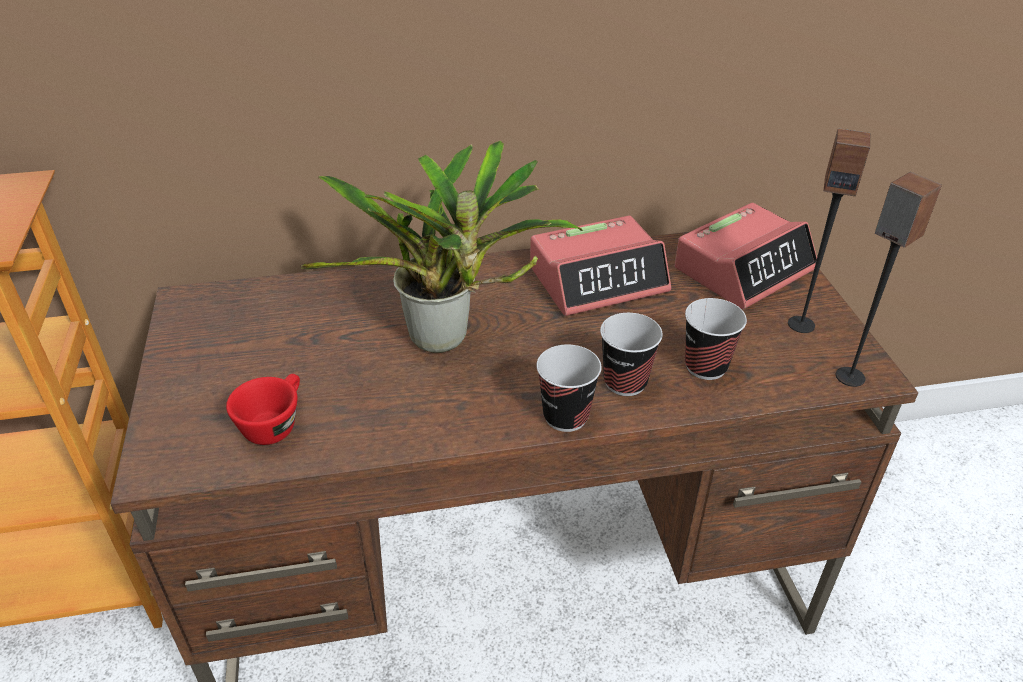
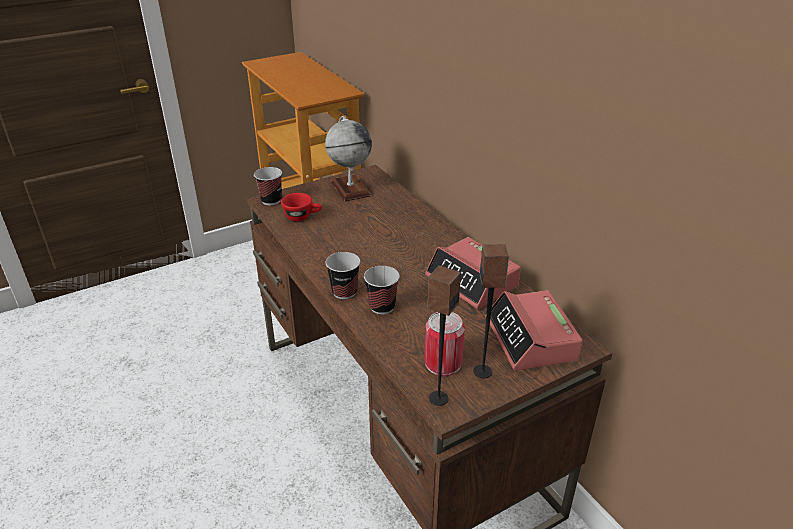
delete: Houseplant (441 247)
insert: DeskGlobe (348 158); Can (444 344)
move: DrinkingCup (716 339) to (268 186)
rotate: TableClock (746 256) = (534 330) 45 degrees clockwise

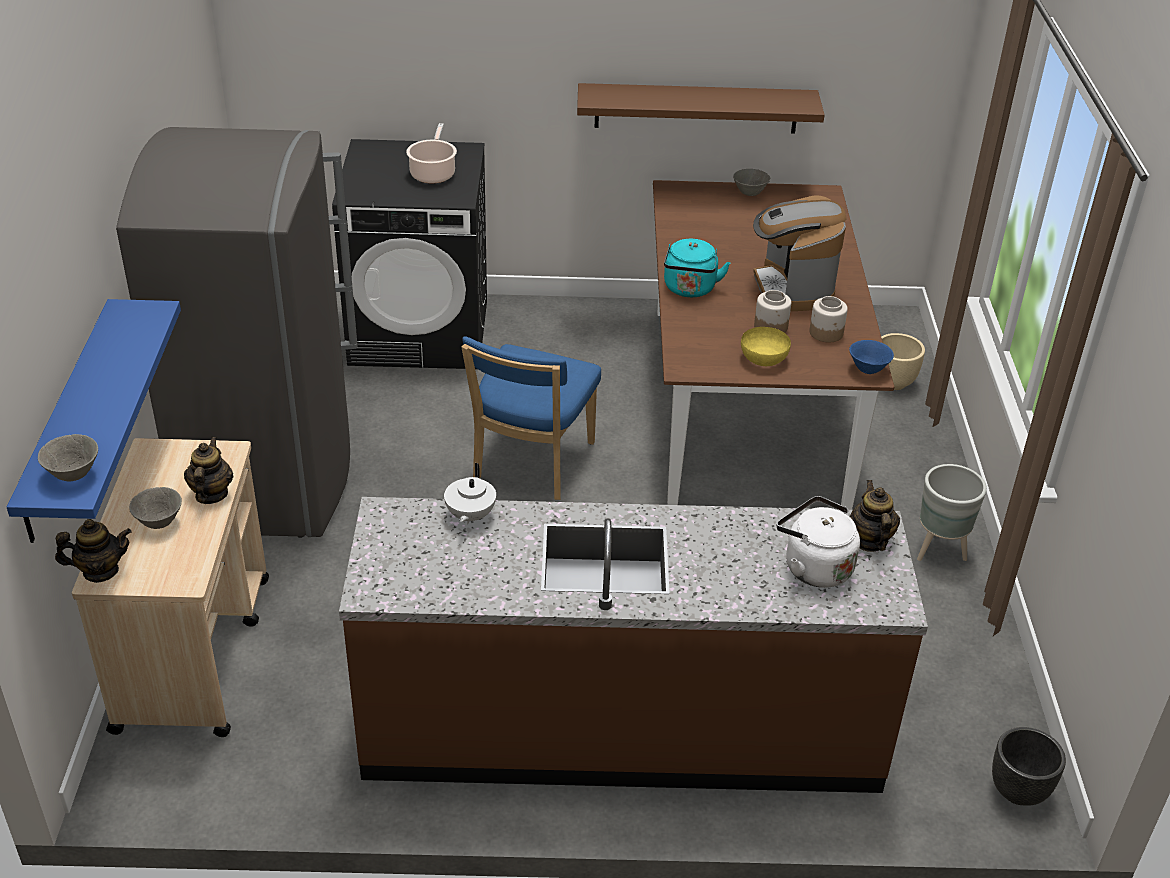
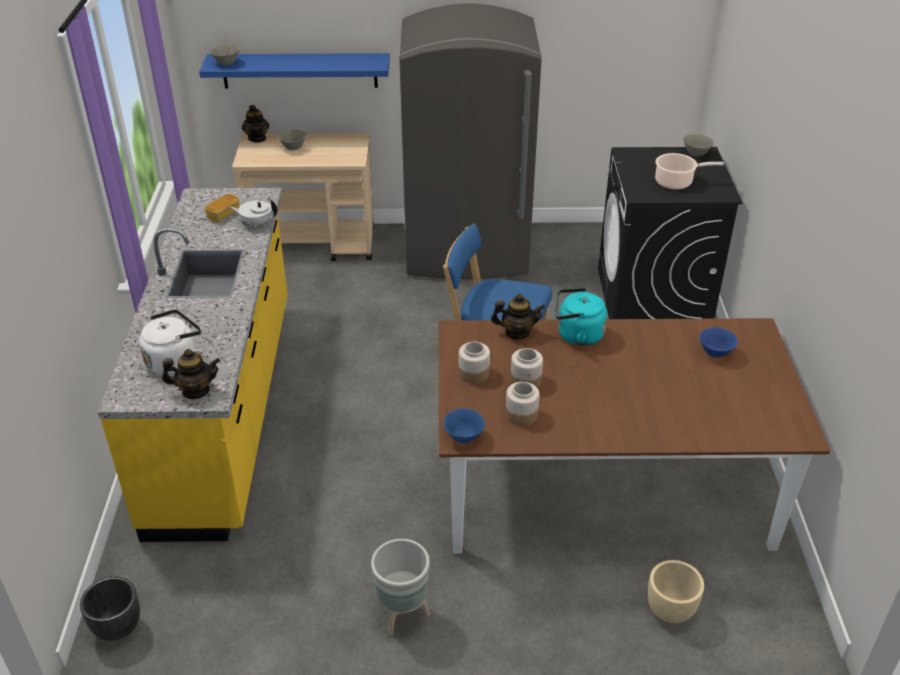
delete: BrownishShelf (700 108); CoffeeMaker (800 253)
insert: BakedBread (222 208); BlueColouredServingBowl (718 342)
move: TeaPot (209 470) to (518 317); GrayServingBowl (751 182) to (698 145)
replace: YellowColouredServingBowl (766 346) to Jar (474 362)
recolor: BrownishKitchenCounter (633 645) to YellowColouredKitchenCounter (193 365)

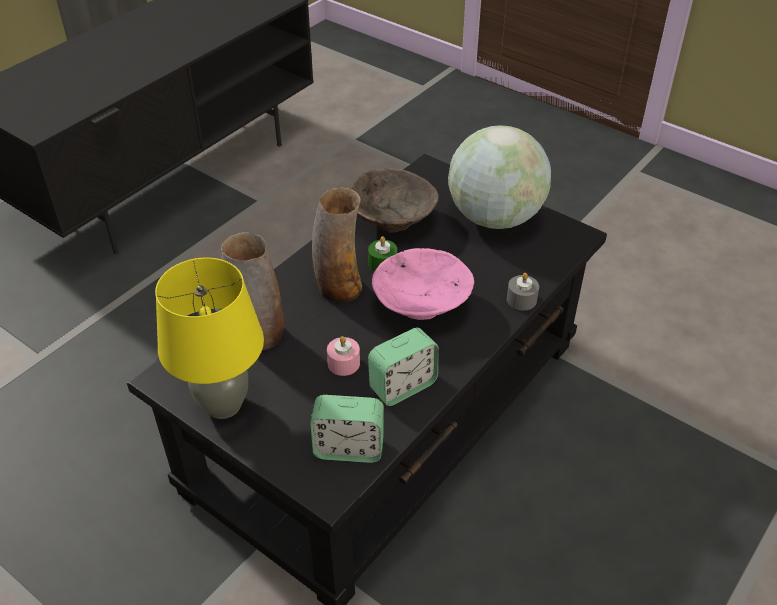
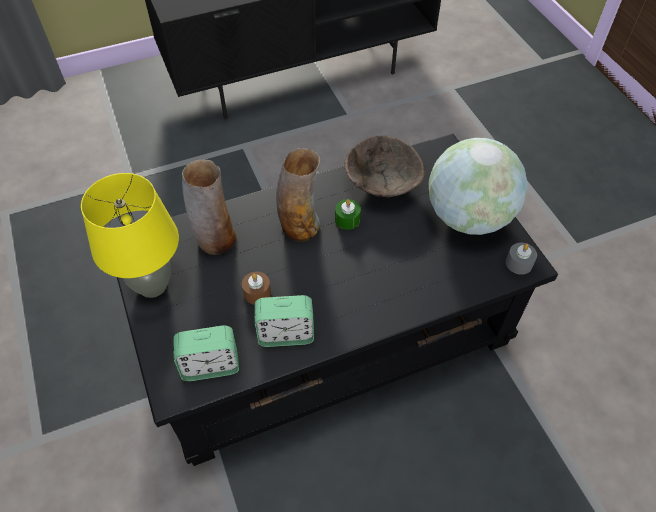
delete: PinkServingBowl (423 284)
move: GrayCandle (523 292) to (521 259)
recolor: PinkCandle (343 356) to BrownishCandle (256 288)
rotate: TableClock (347 429) = (206 353) 45 degrees counterclockwise

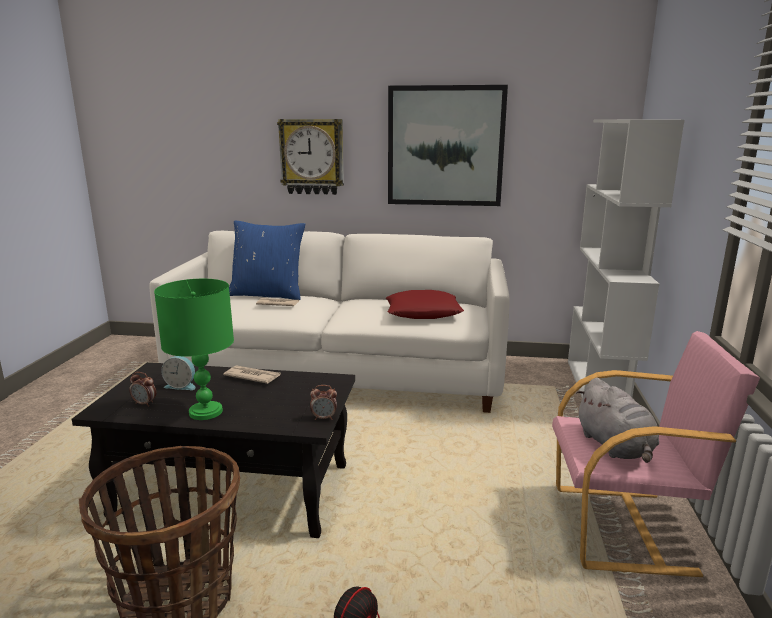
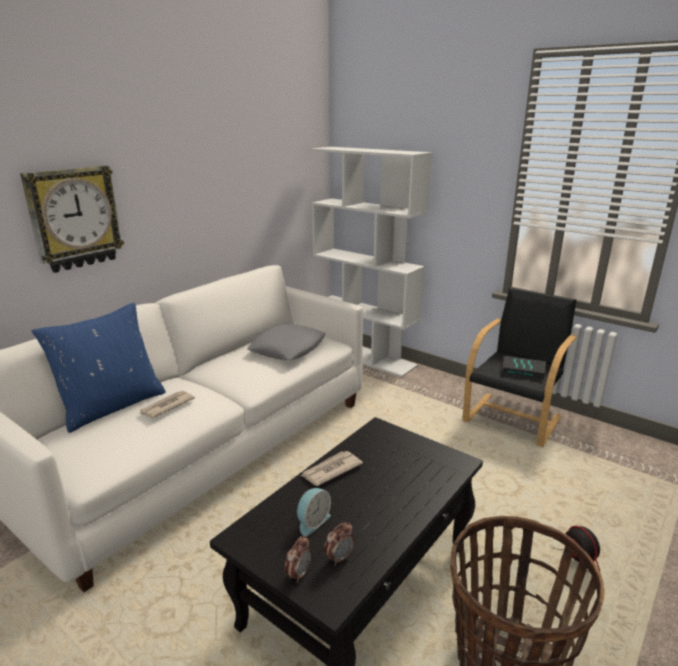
delete: GreenColouredTabletopLamp (194 349); WallPicture (448 145)
move: TableClock (323 402) to (298 559)
replace: GrayCuddlyToy (617 420) to Volume (524 368)
recolor: ReddishCushion (425 304) to GrayCushion (287 342); PinkLoungeChair (656 454) to BlackishLoungeChair (519 367)

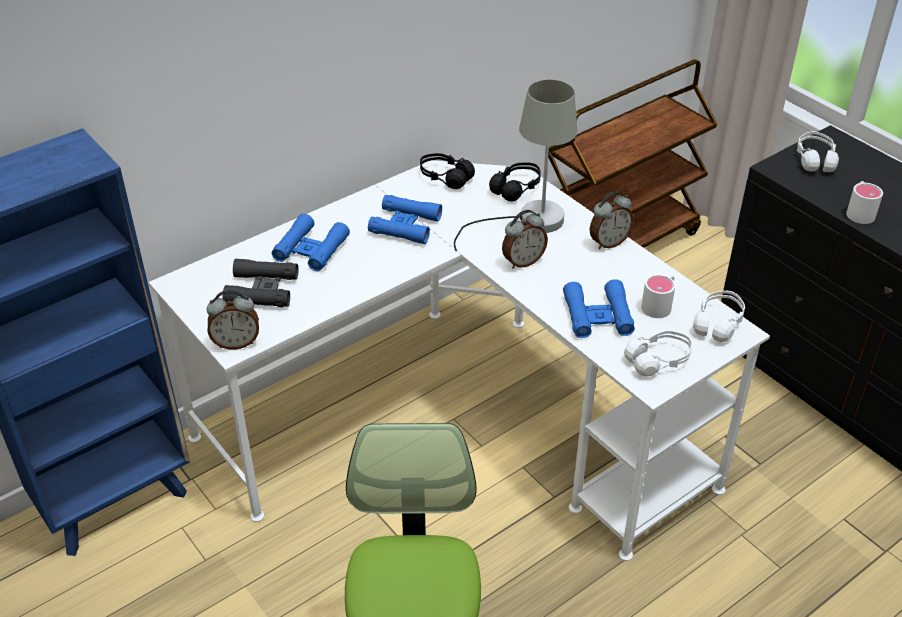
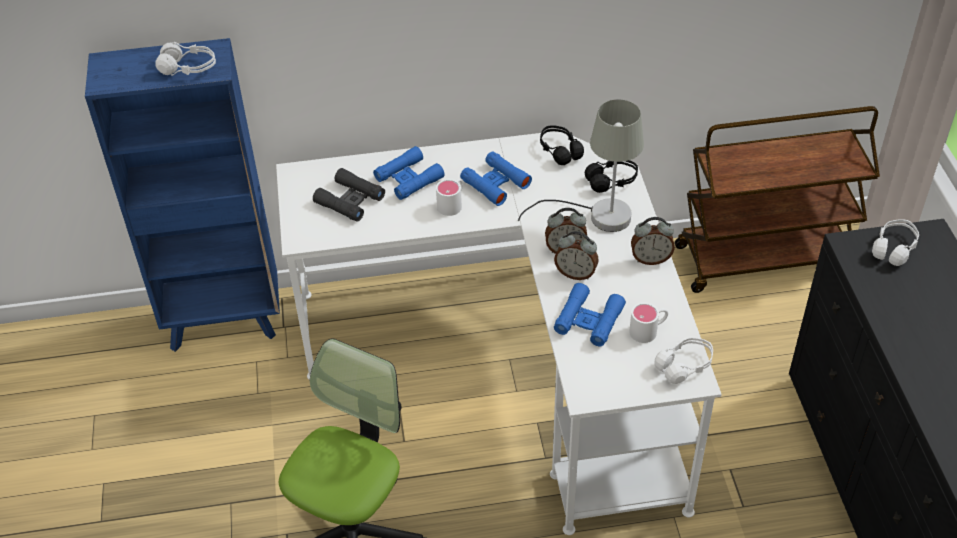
move: WhitishHeadphones (658 353) to (186 59); WhitishTeaMug (864 202) to (449 197); TableClock (233 319) to (576 255)

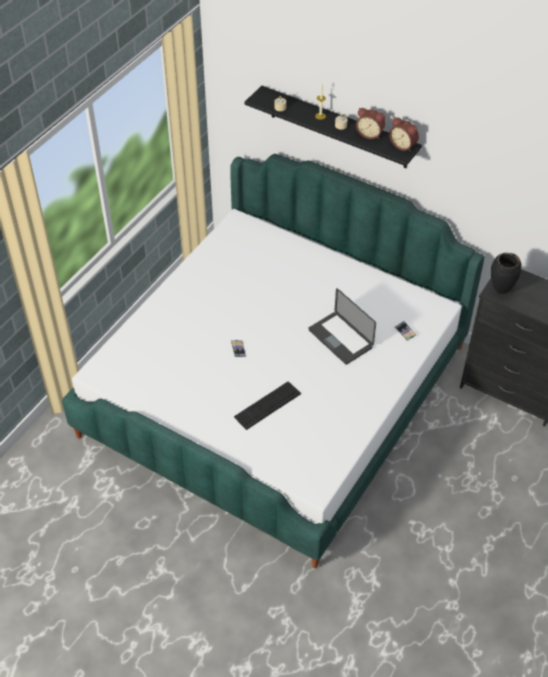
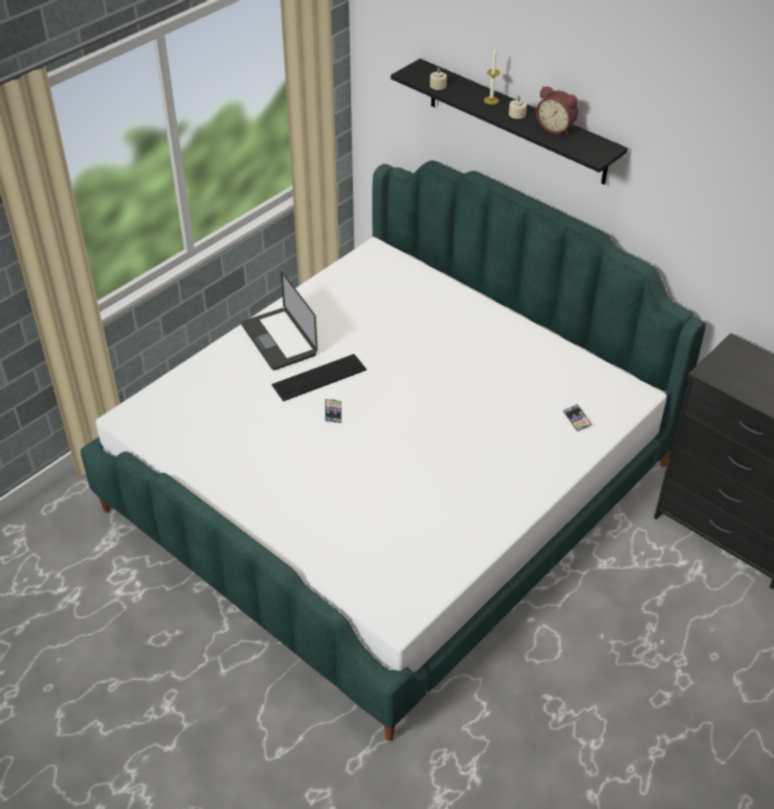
delete: TableClock (404 134); BlackishVase (506 273)
move: Laptop (342 326) to (279 320); PcKeyboard (267 405) to (319 377)

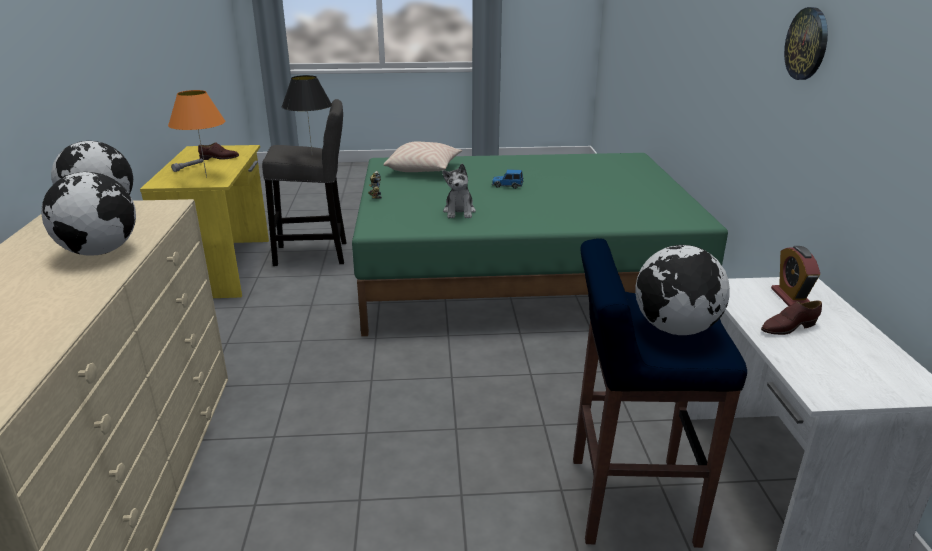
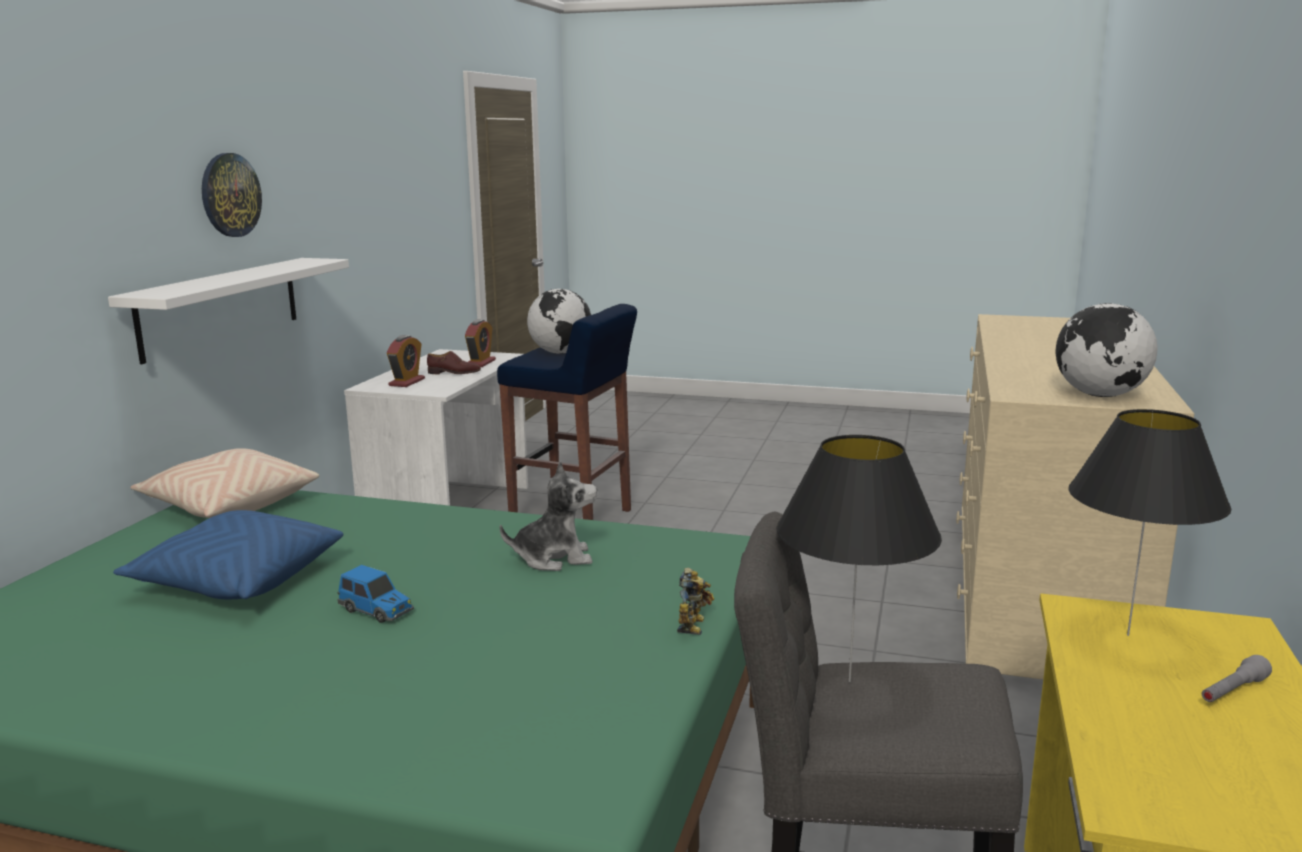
delete: DeskGlobe (88 214); BrownishShoe (218 151)
insert: WhitishShelf (228 311); BlueColouredCushion (228 554); TableClock (480 343)
move: SandColouredCushion (422 157) to (224 483)
recolor: OrangeTabletopLamp (196 134) to BlackishTabletopLamp (1150 522)
rotate: CuddlyToy (459 190) = (548 515) 60 degrees clockwise

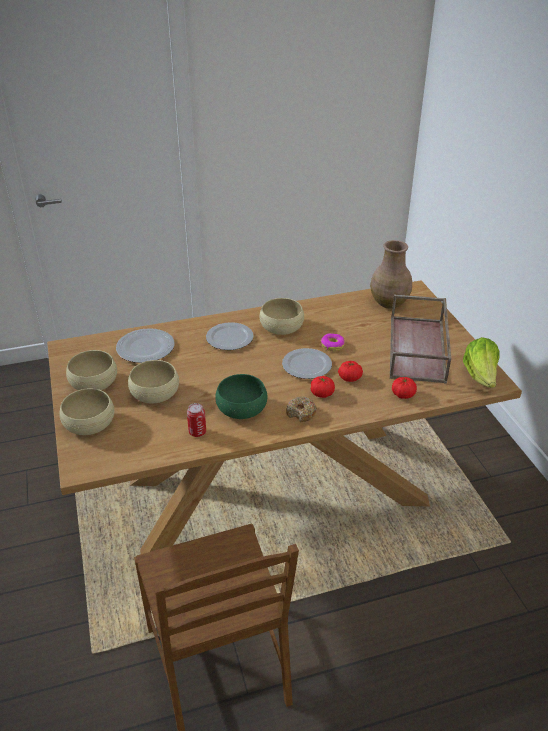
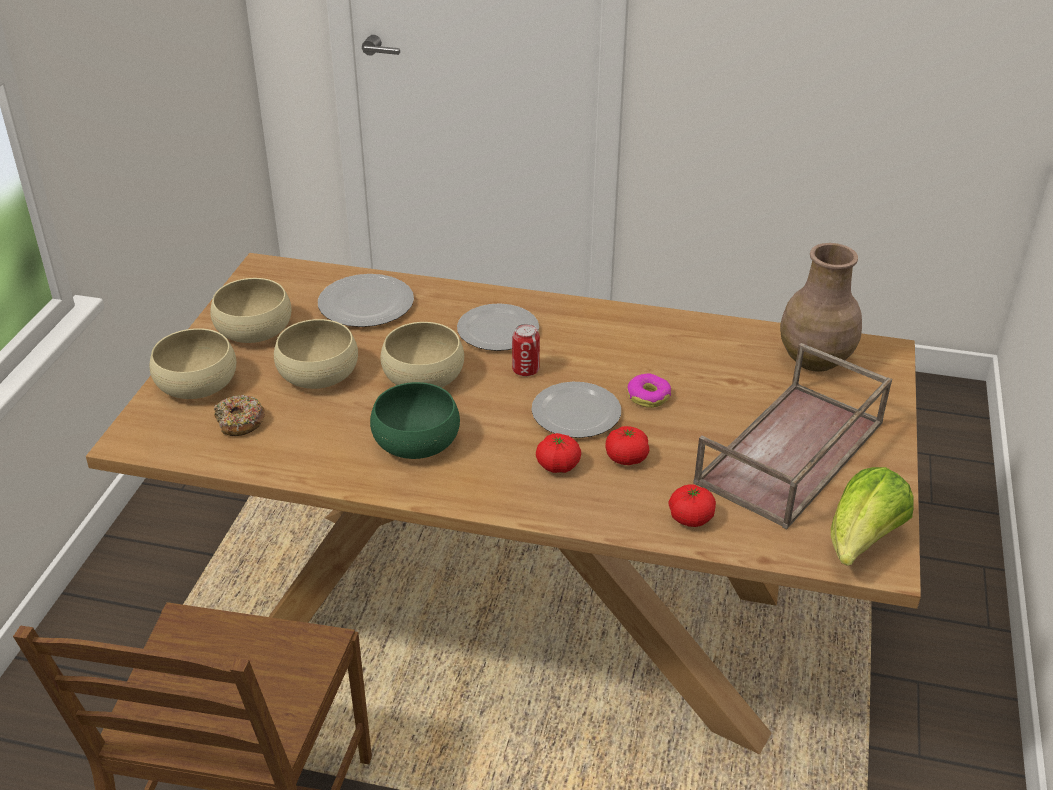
move: RingDoughnut (301 409) to (239 415); SandColouredServingBowl (282 316) to (422 355); Can (196 420) to (526 350)

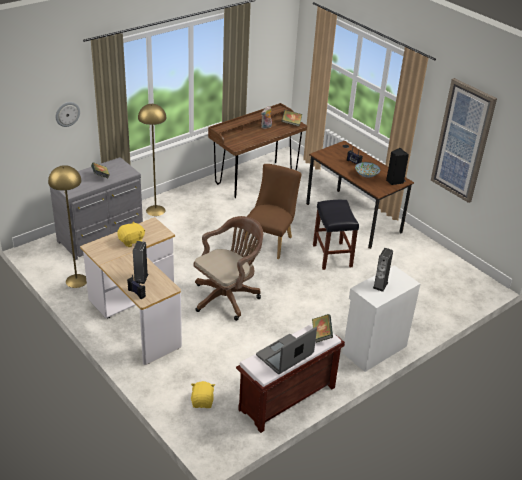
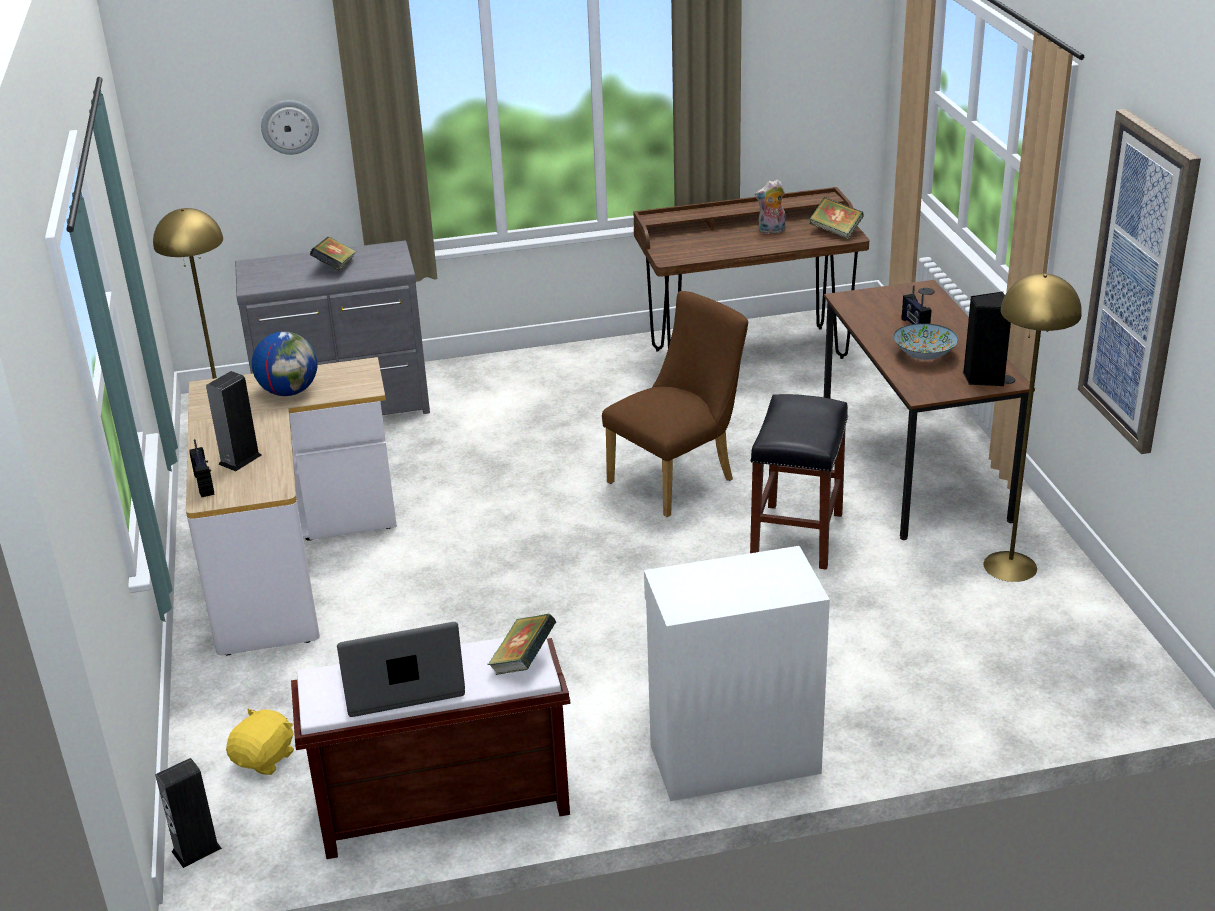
delete: BrownishOfficeChair (228 268)
move: Speaker (383 270) to (188 813); YellowColouredFloorLamp (152 160) to (1032 427)
replace: YellowColouredCuddlyToy (131 234) to DeskGlobe (285 363)

